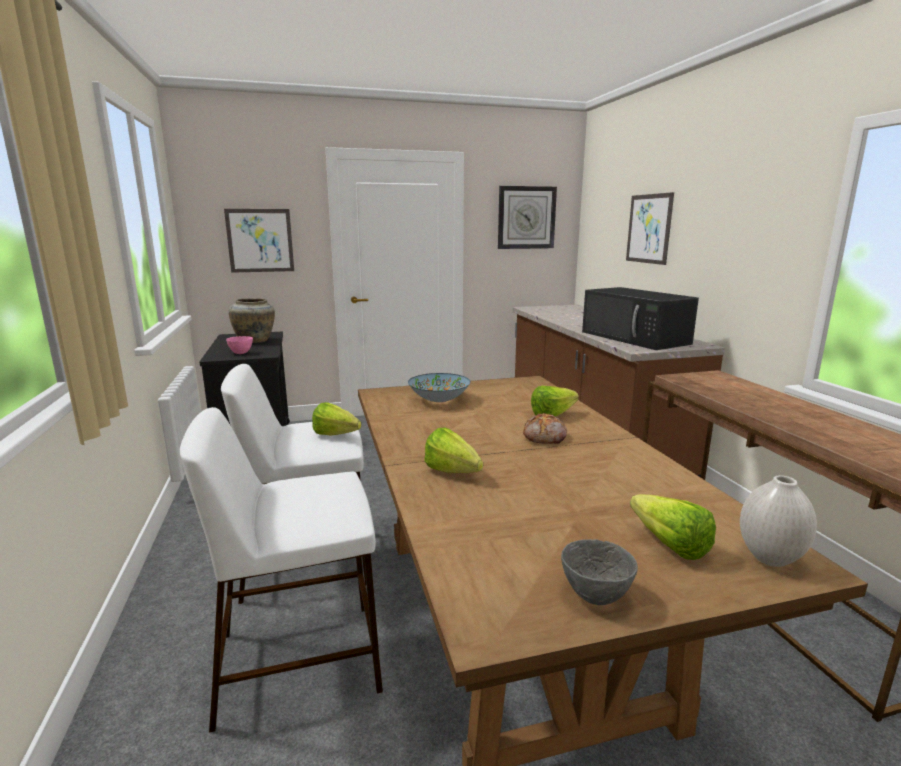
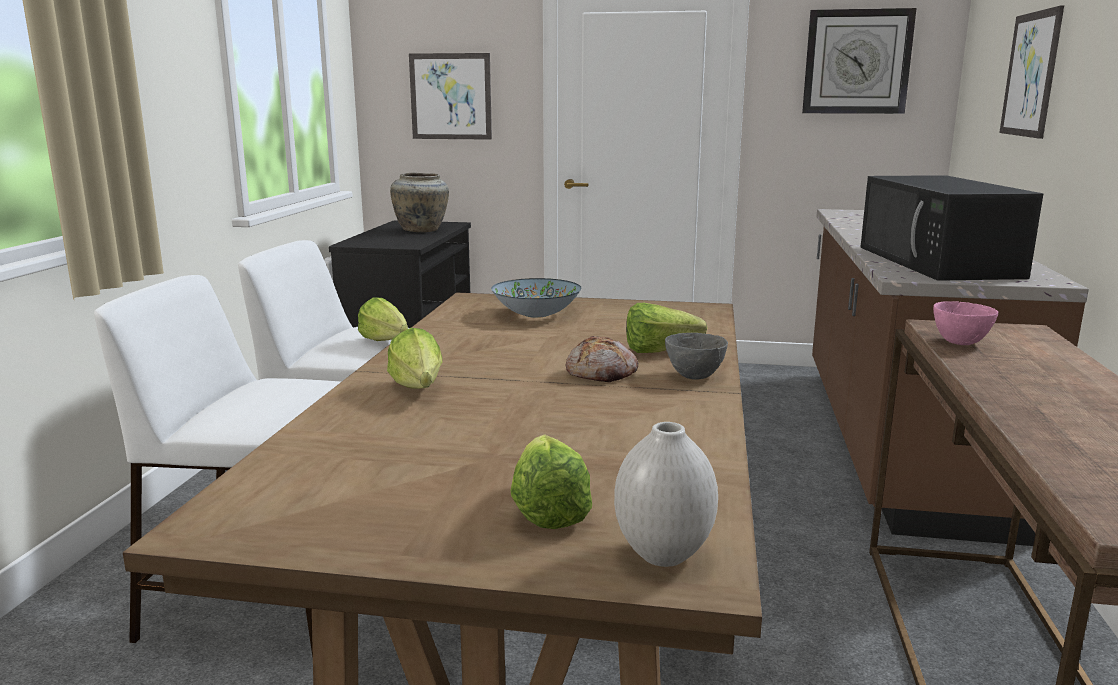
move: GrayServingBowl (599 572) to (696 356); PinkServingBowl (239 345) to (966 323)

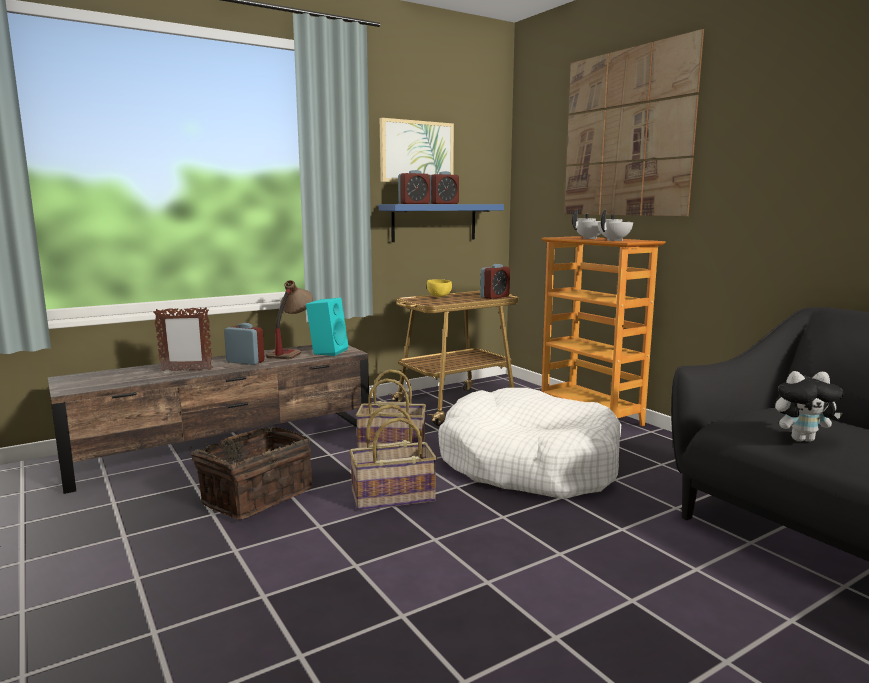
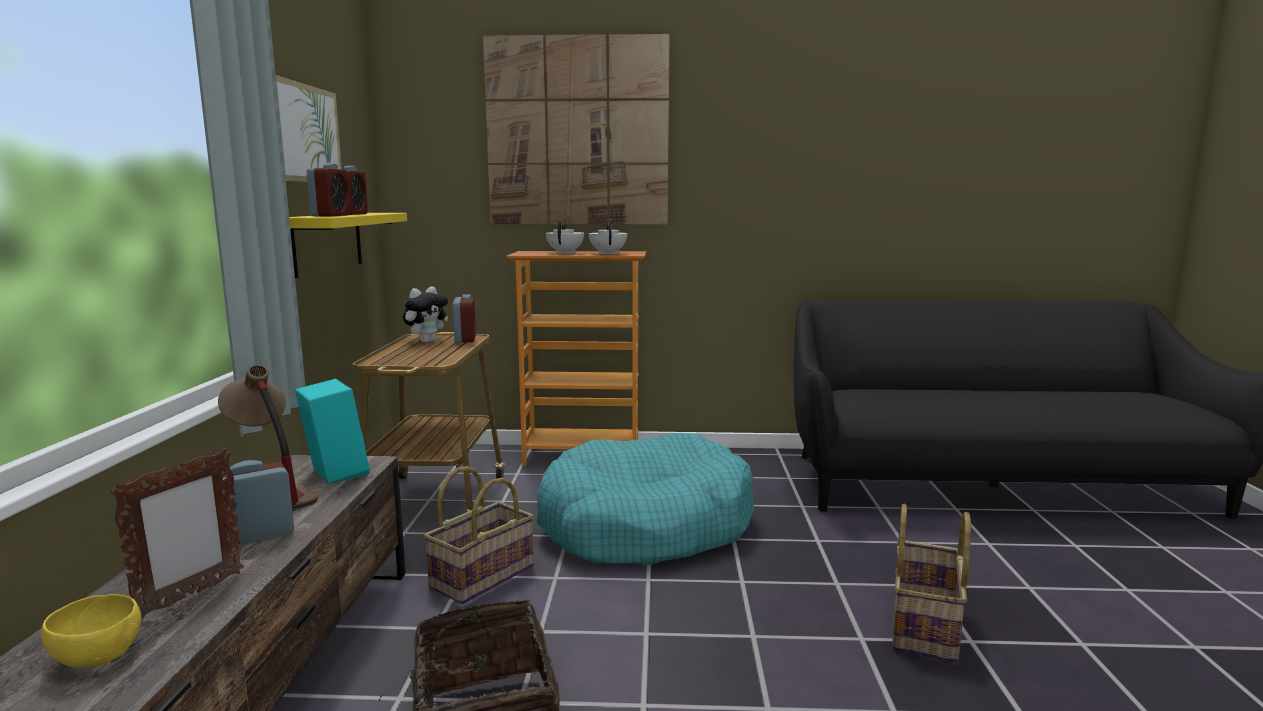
move: YellowColouredServingBowl (439 288) to (91 631); CuddlyToy (809 406) to (425 314); HouseholdBasket (393 457) to (931 583)
recolor: BlueColouredShelf (441 223) to YellowColouredShelf (348 245); WhitishDogBed (529 443) to TurquoiseColouredDogBed (645 499)

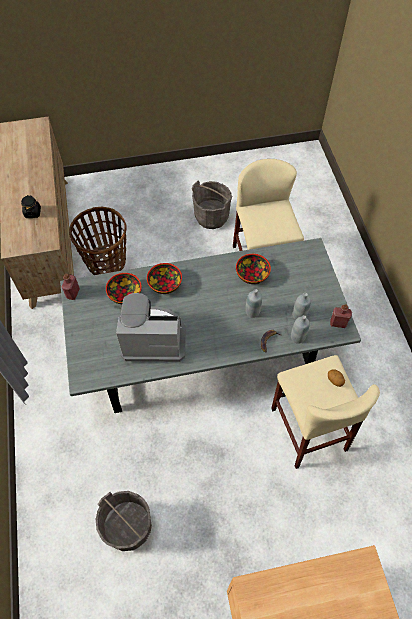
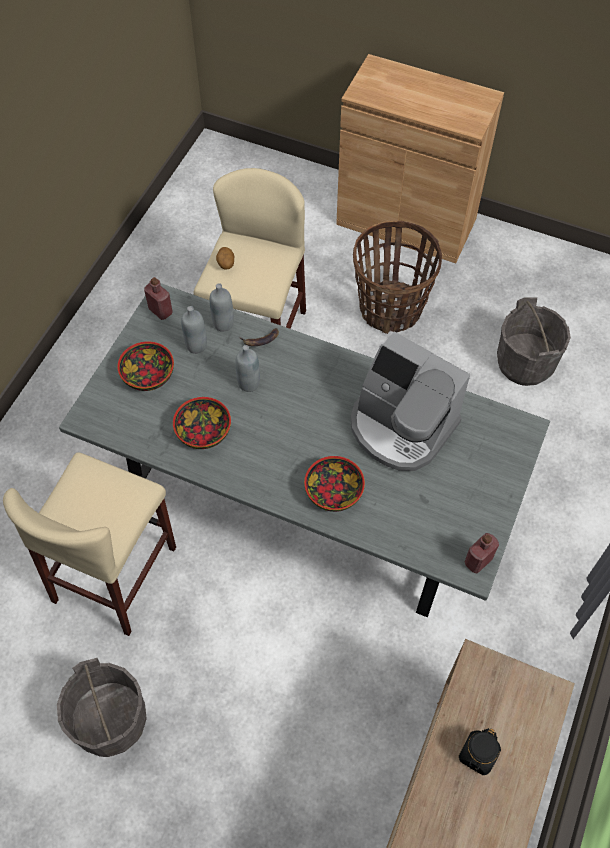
move: ServingBowl (124 288) to (145 366); HouseholdBasket (98 241) to (397 277)

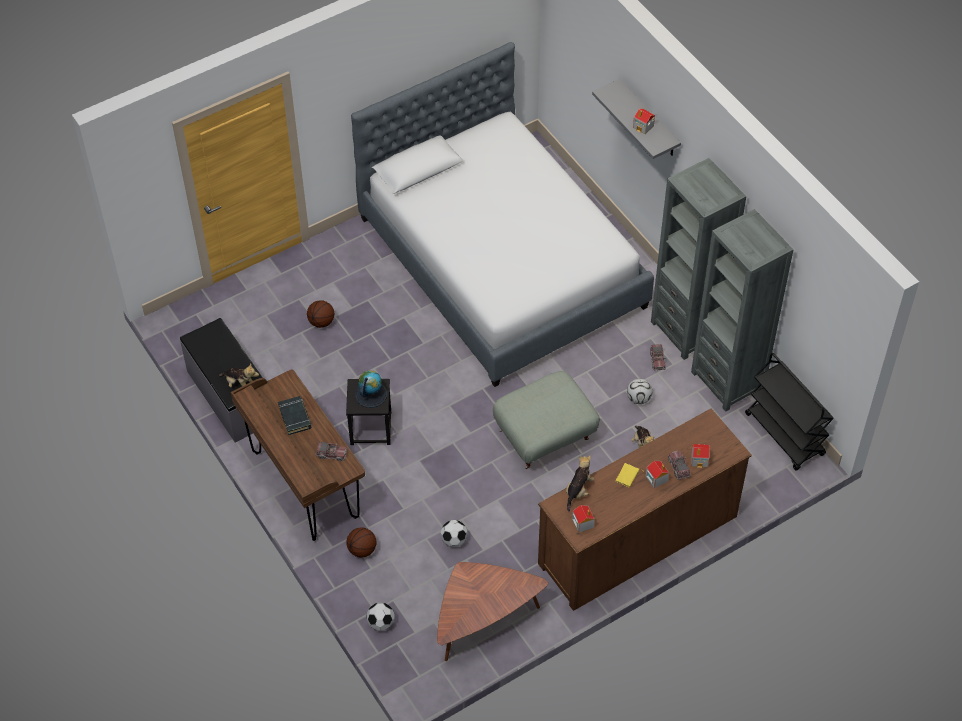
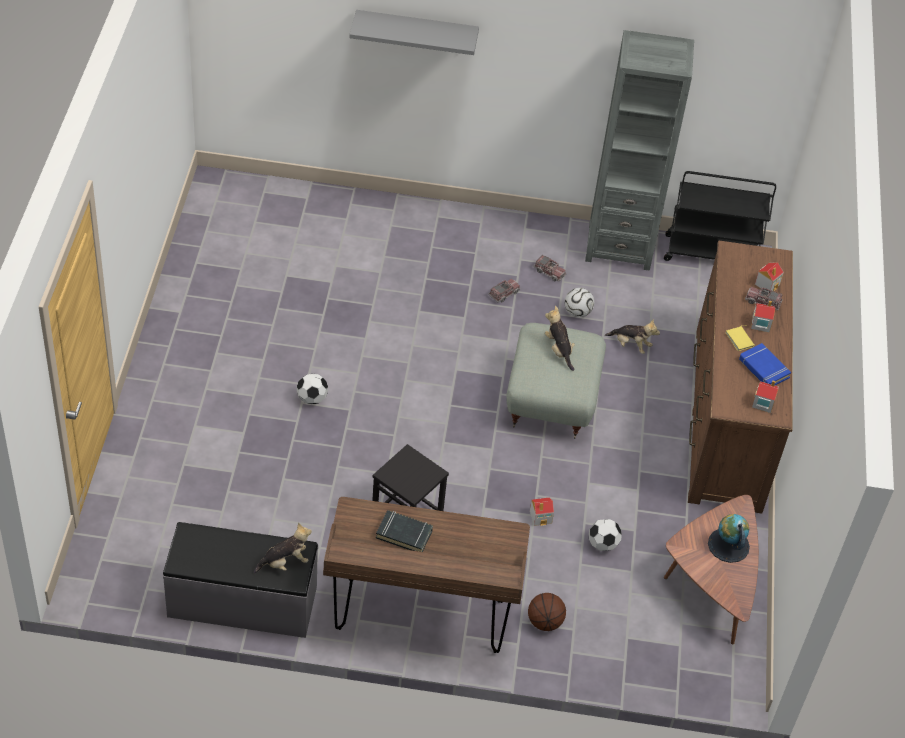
delete: Basketball (320 314); Bed (502 214); GrayBookshelf (698 259)
insert: BlueColouredVolume (765 364)
move: Football (381 616) to (312 389); ModelTruck (331 451) to (504 290); ToyHouse (644 121) to (542 511); CuddlyToy (580 483) to (560 338); DeskGlobe (371 389) to (729 538)

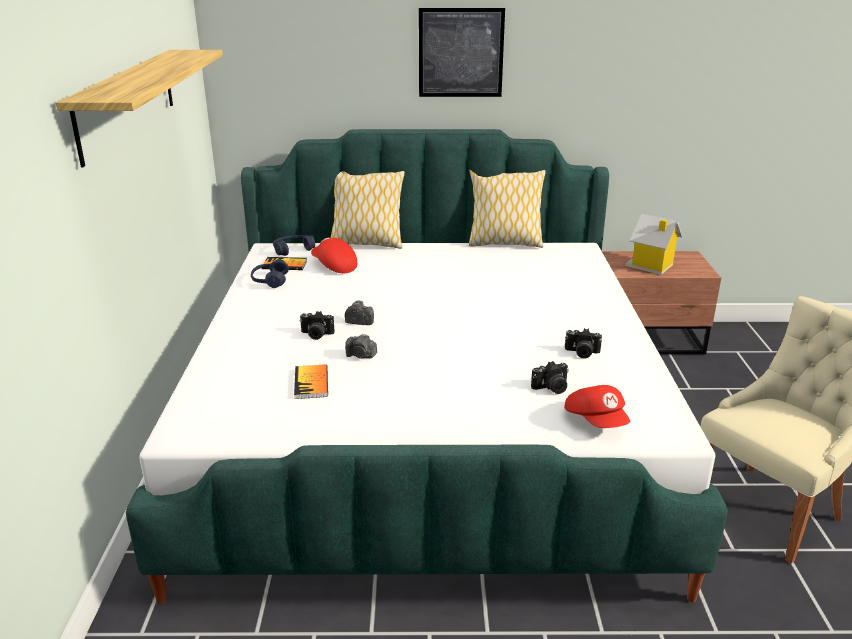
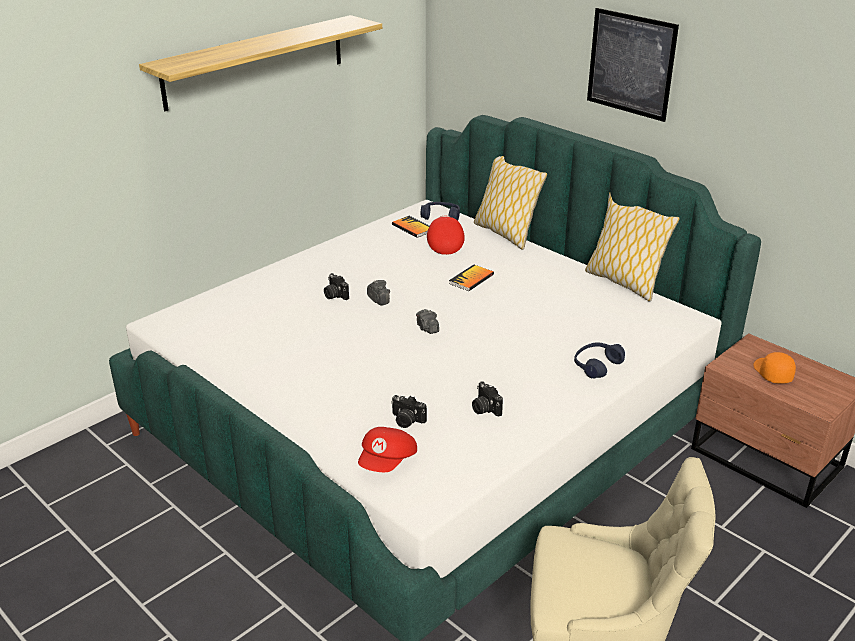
move: PhotoCamera (361 346) to (427 321); Volume (311 381) to (471 278); BlueColouredHeadphones (270 273) to (599 360)
replace: ToyHouse (653 244) to OrangeCap (774 368)

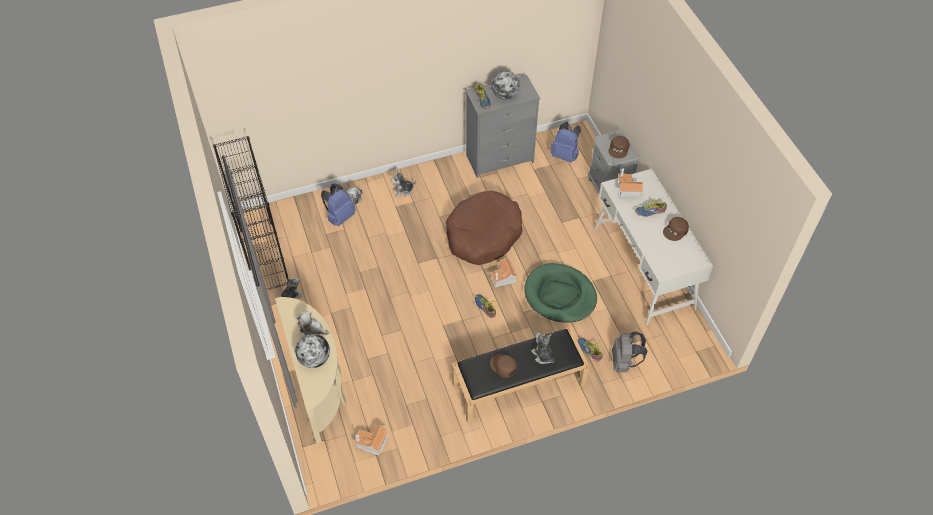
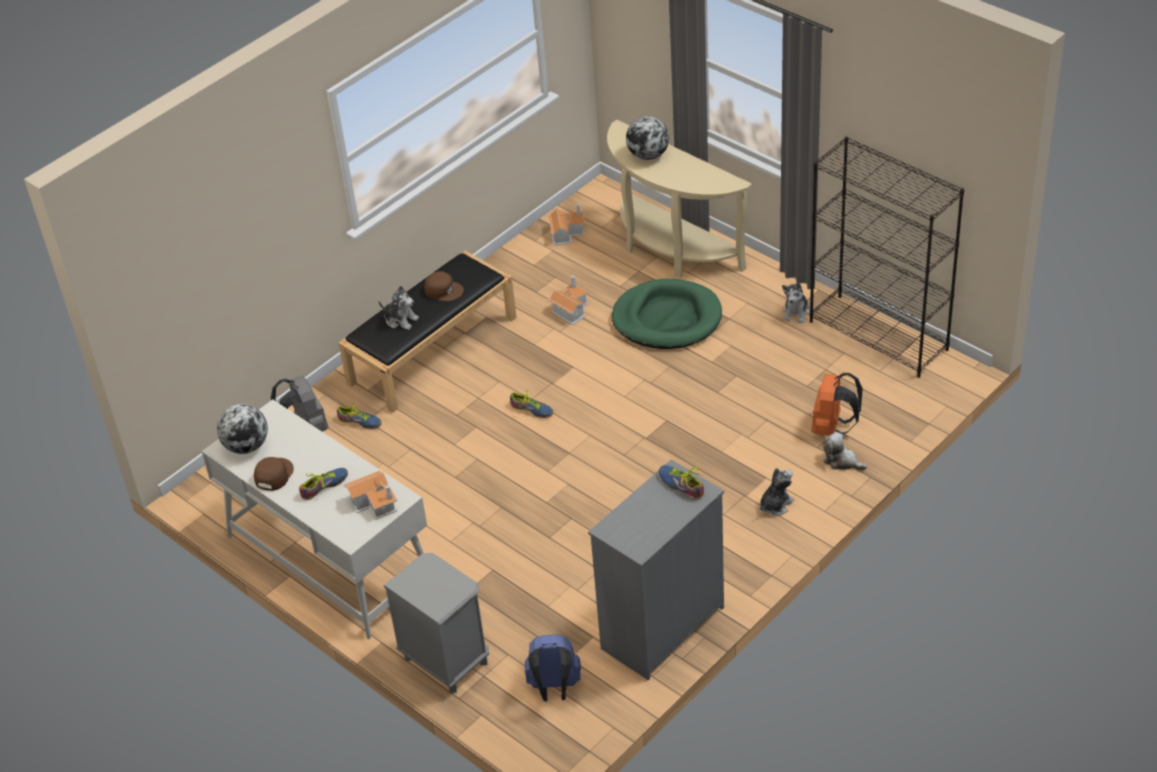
delete: CuddlyToy (313 323); BrownishDogBed (484 228); BrownishCap (619 147)
move: DeskGlobe (505 85) to (242 429); ToyHouse (504 272) to (568 300); GreenColouredDogBed (560 293) to (667 314)
recolor: BlueColouredRucksack (338 205) to OrangeRucksack (837 404)

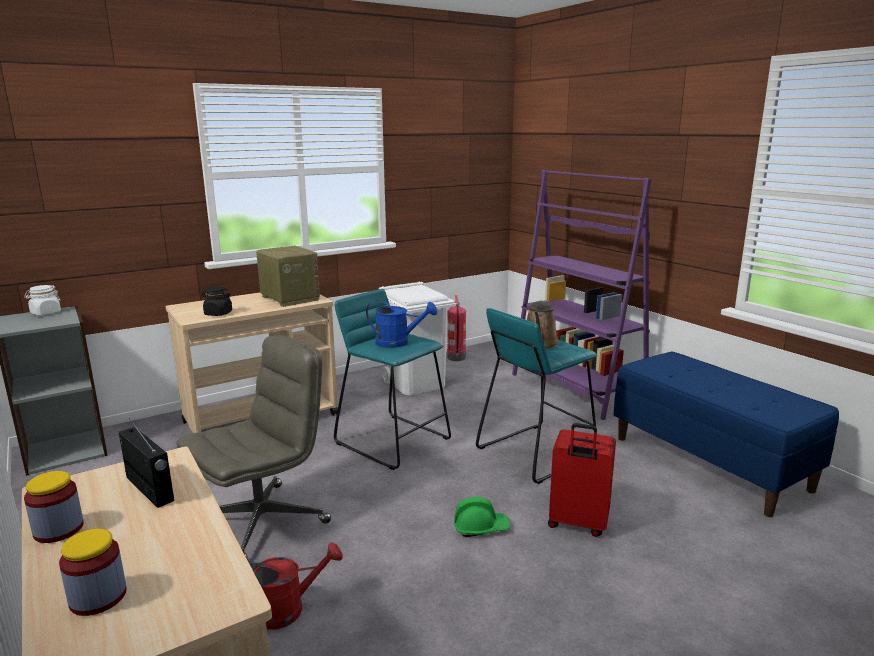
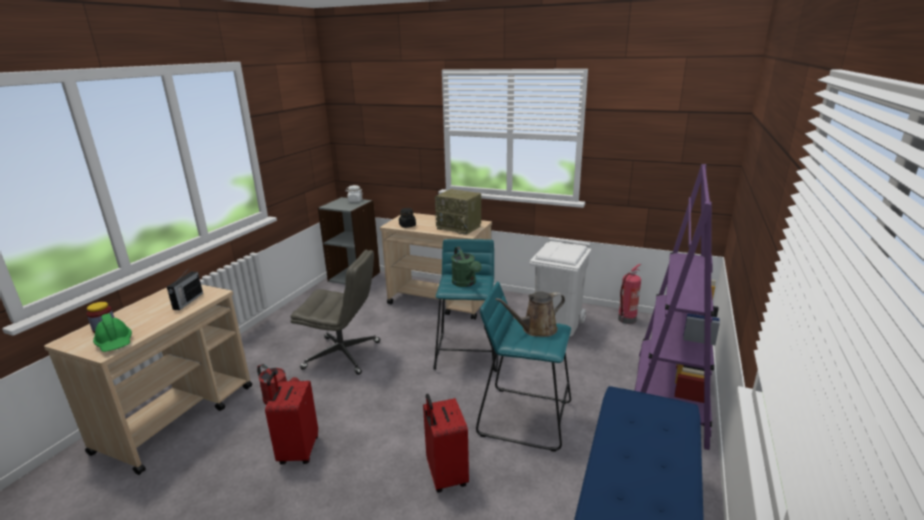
delete: Jar (54 507)
insert: ReddishTravelCase (291 417)
move: GreenColouredHardHat (482 517) to (112 332)
recolor: BlueColouredWateringPot (401 323) to GreenColouredWateringPot (466 267)
rotate: RadioSet (288 276) = (458 212) 105 degrees clockwise

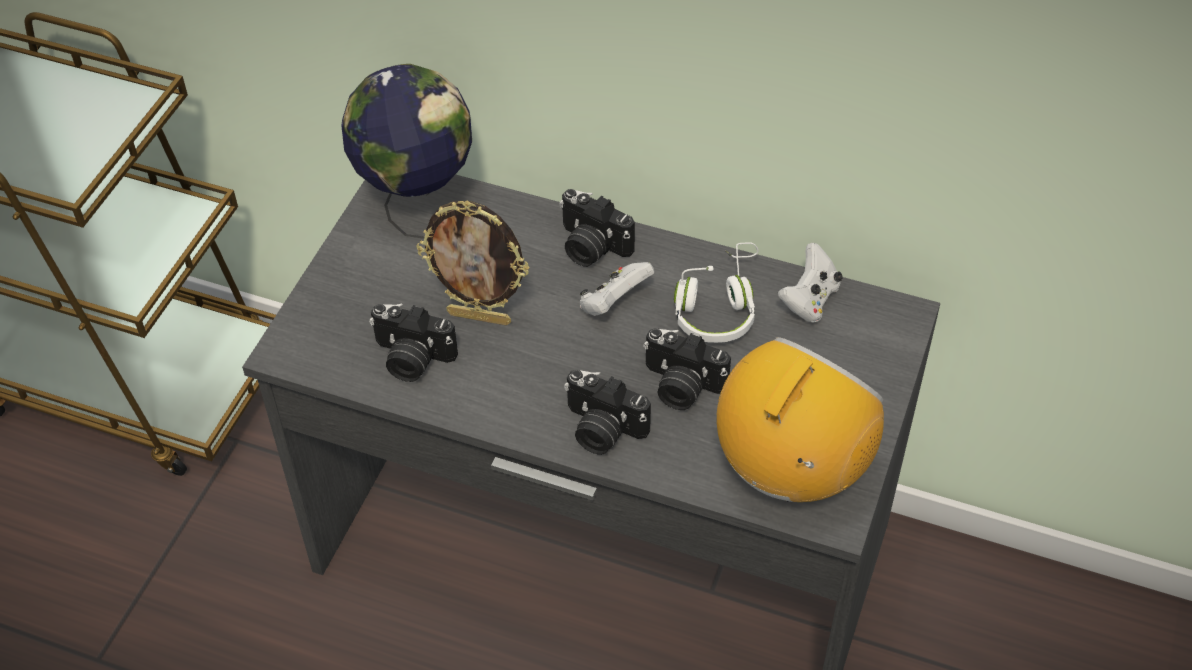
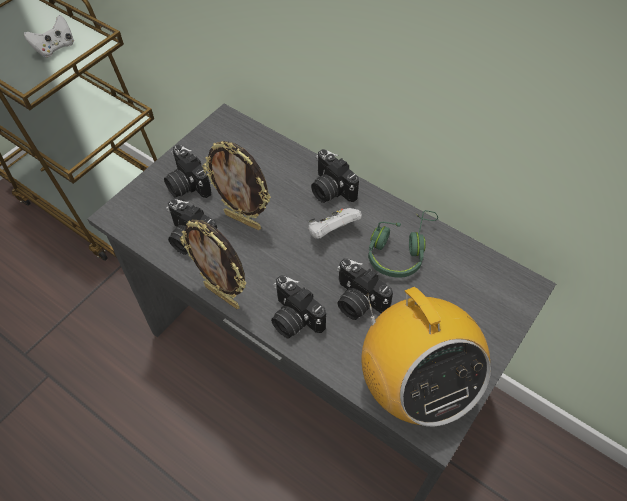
delete: DeskGlobe (406 151)
insert: PhotoCamera (187 171); StandingFrame (213 264)
move: WhitishGamepad (810 283) to (49 36)
recolor: WhitishHeadphones (716 292) to GreenColouredHeadphones (403 244)
rotate: RadioSet (800 419) = (426 357) 105 degrees clockwise

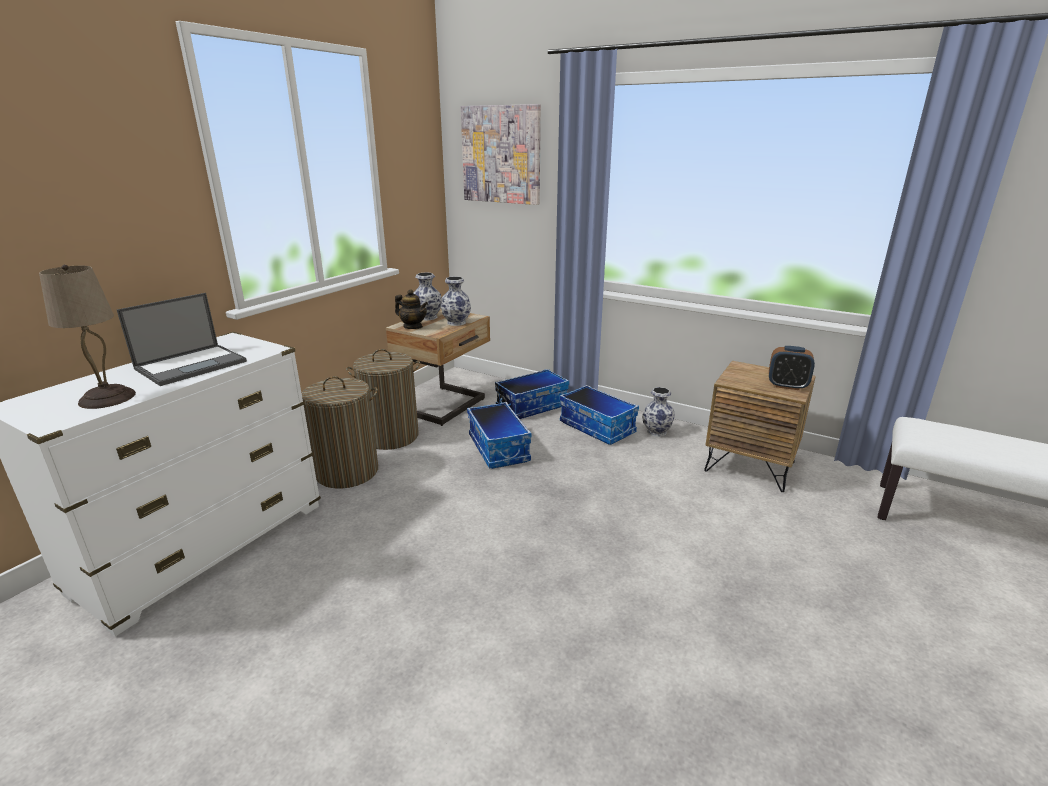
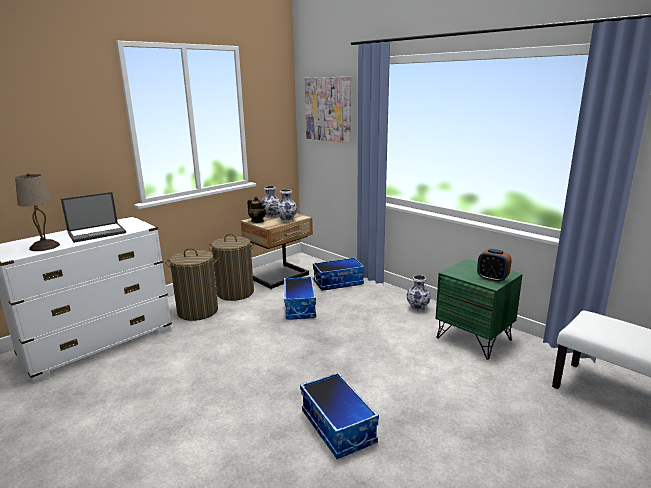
move: StorageBin (599 415) to (339 415)
recolor: BrownishNightTable (760 426) to GreenColouredNightTable (479 309)

